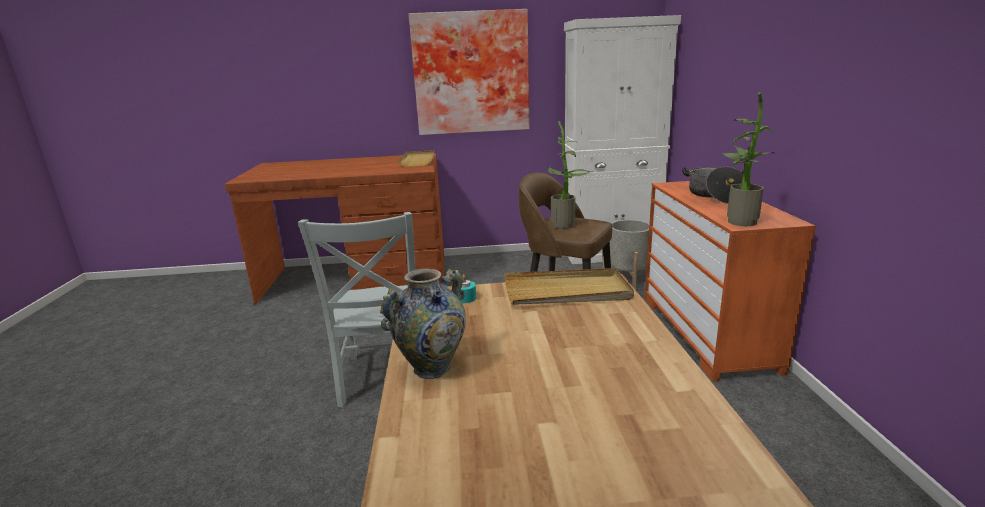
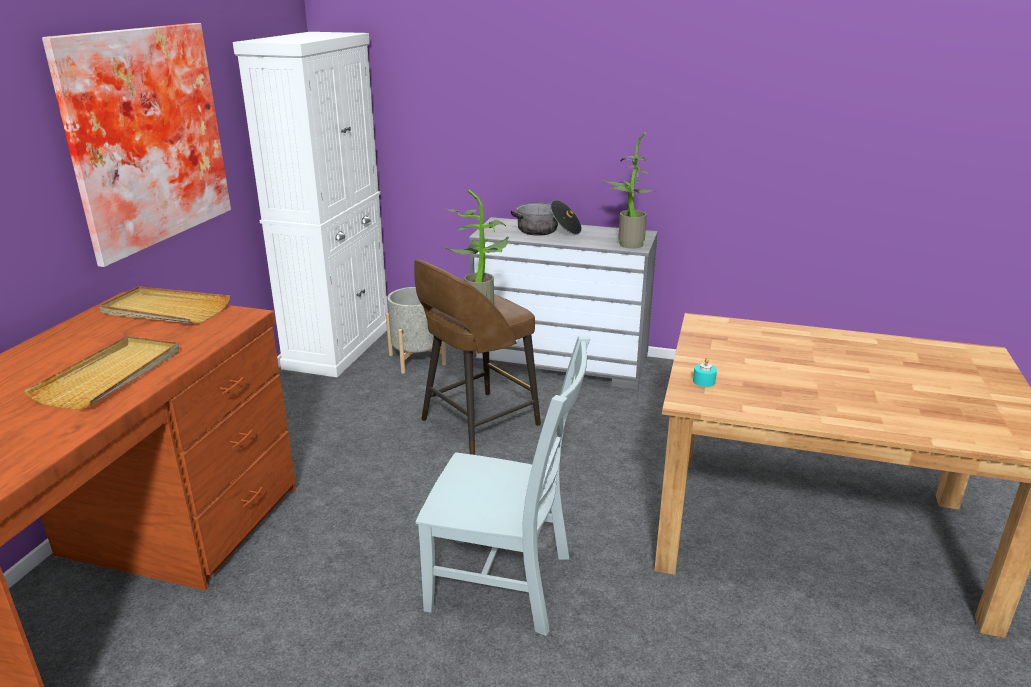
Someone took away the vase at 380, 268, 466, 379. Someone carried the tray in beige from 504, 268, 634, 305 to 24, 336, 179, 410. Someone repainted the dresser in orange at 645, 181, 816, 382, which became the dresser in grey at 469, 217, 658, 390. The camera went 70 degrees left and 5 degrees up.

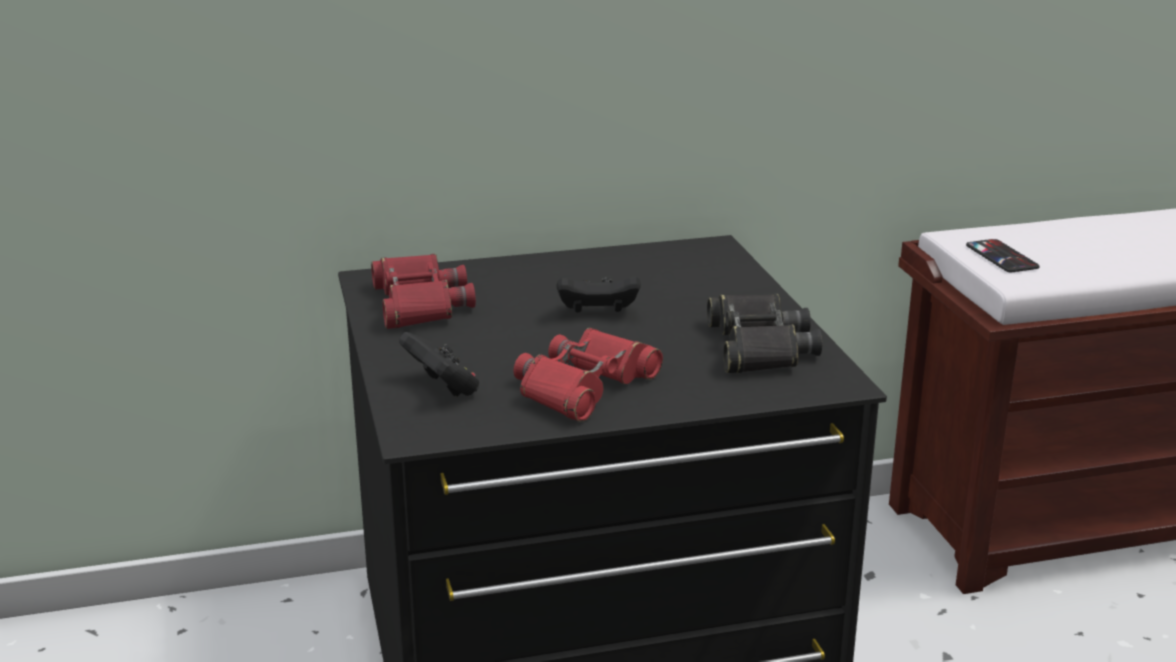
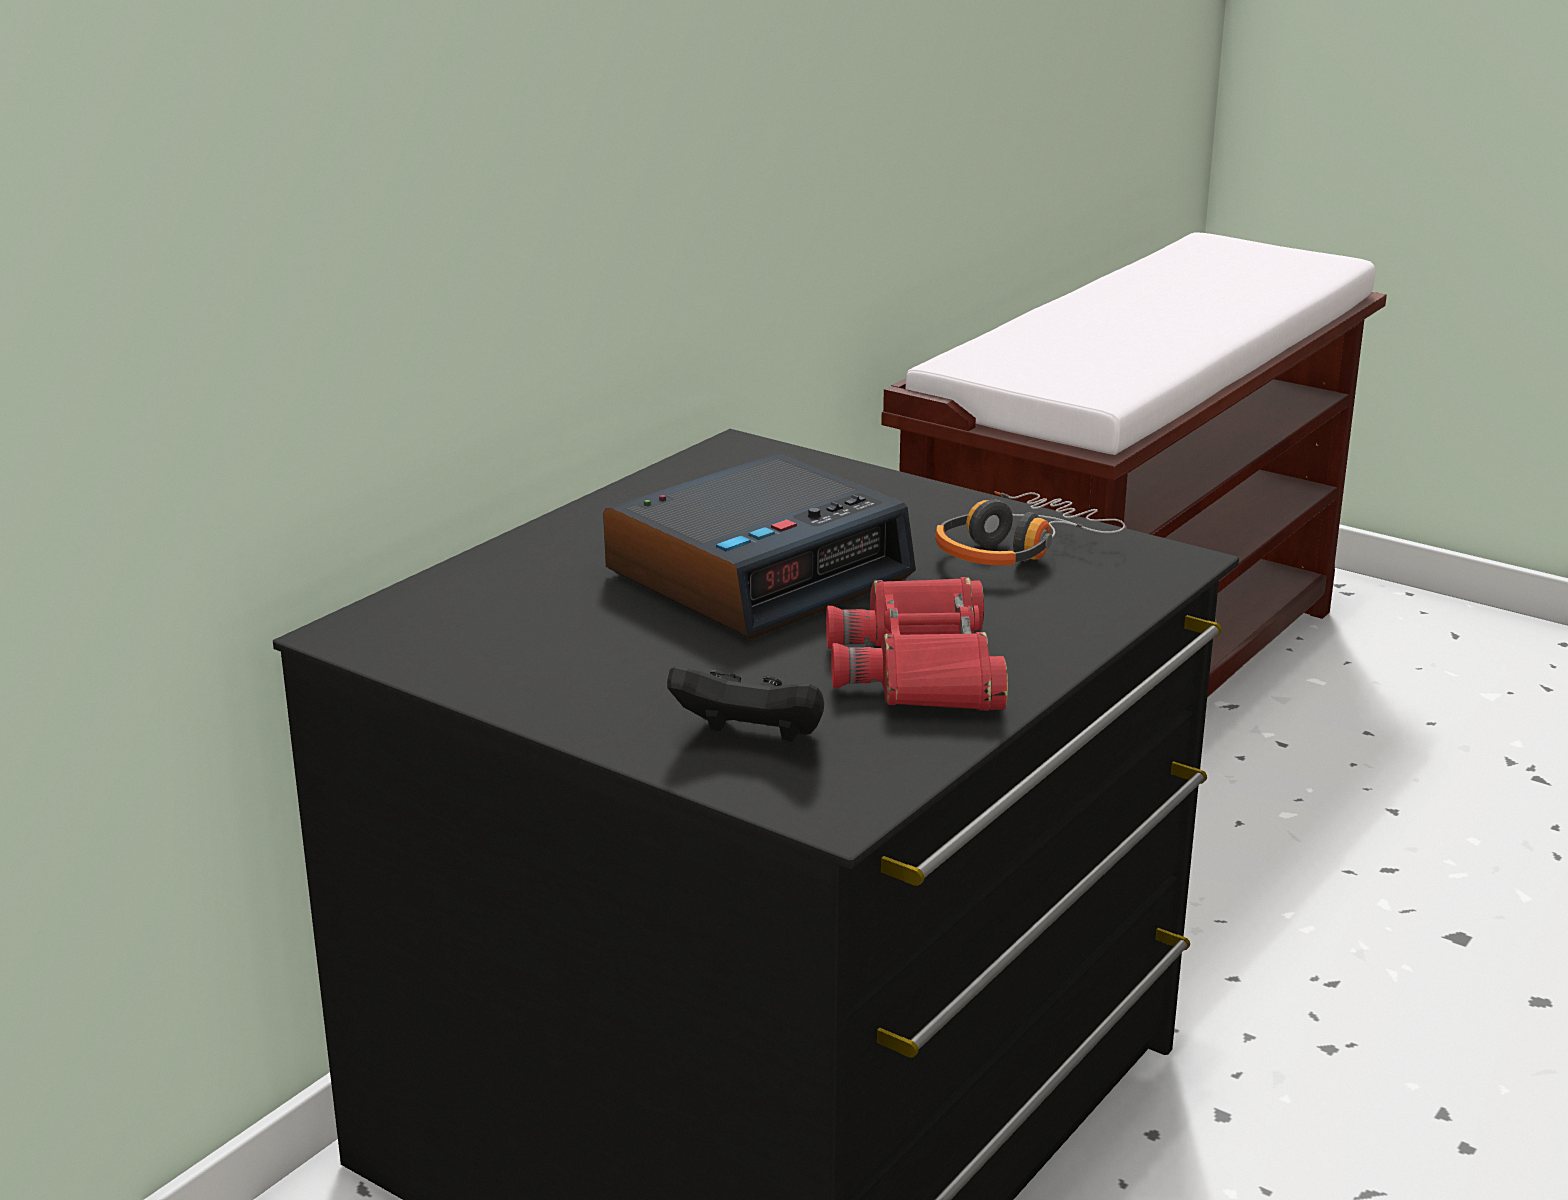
Someone took away the binoculars in red at 371, 254, 476, 329. Someone swapped the game controller in black at 557, 277, 641, 313 for the alarm clock at 603, 454, 916, 639. Someone swapped the binoculars in black at 707, 294, 822, 373 for the headphones at 935, 491, 1125, 565. Someone took away the phone at 966, 239, 1040, 272. The camera went 40 degrees left and 0 degrees up.

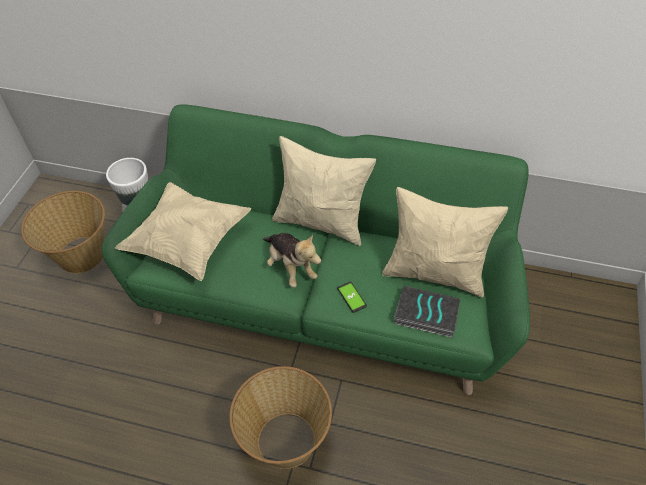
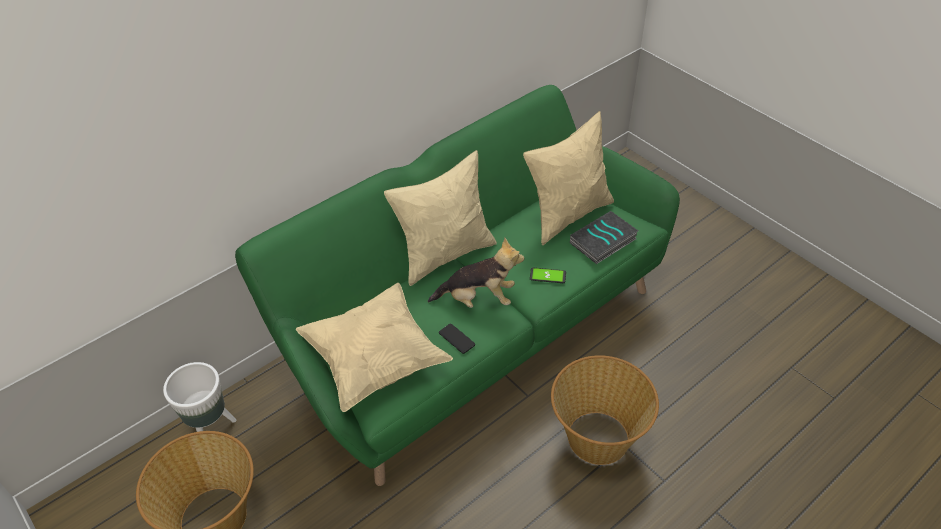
Someone put down the phone at 439, 324, 475, 354. The camera went 55 degrees left and 5 degrees down.

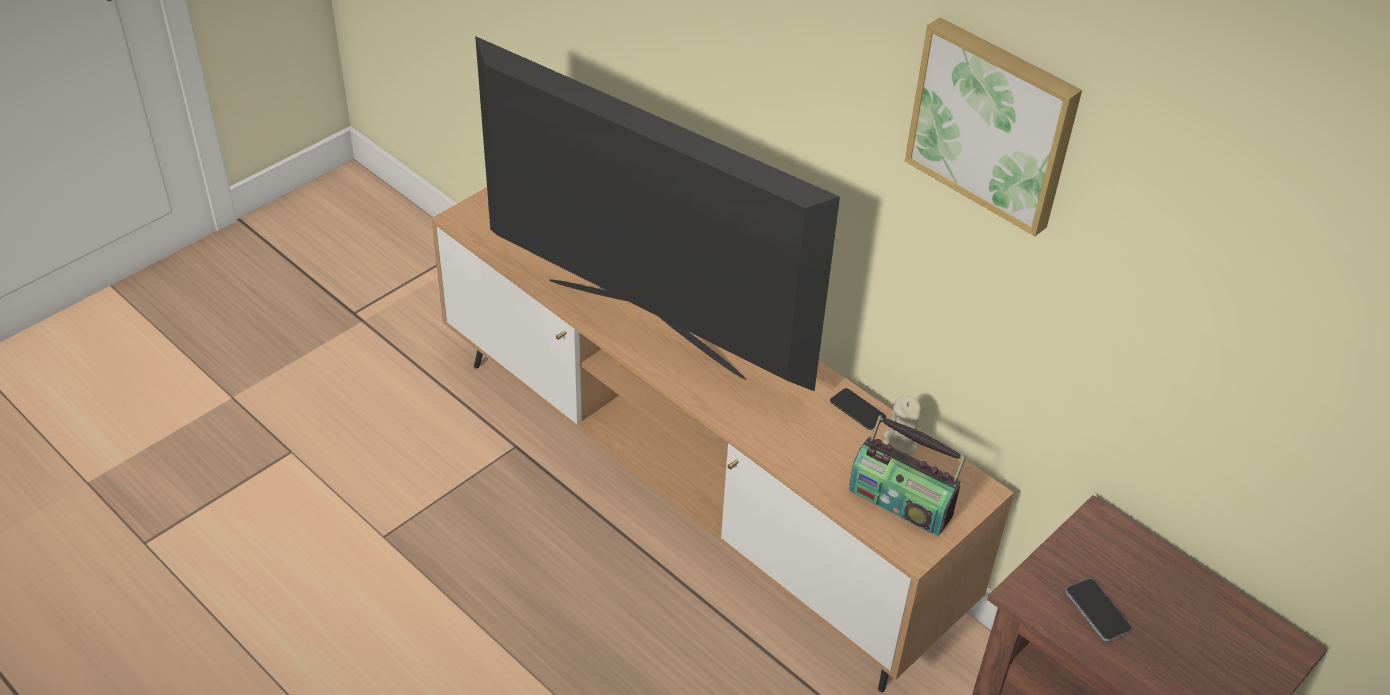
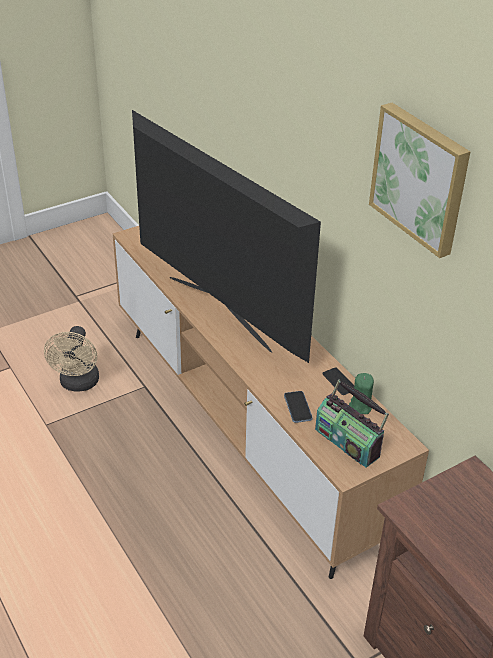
Someone repainted the candle in beige at 883, 396, 921, 454, which became the candle in green at 349, 373, 374, 414. Someone carried the phone from 1066, 578, 1132, 642 to 284, 391, 312, 423. Someone put down the fan in beige at 44, 326, 99, 392. The camera went 15 degrees right and 5 degrees down.

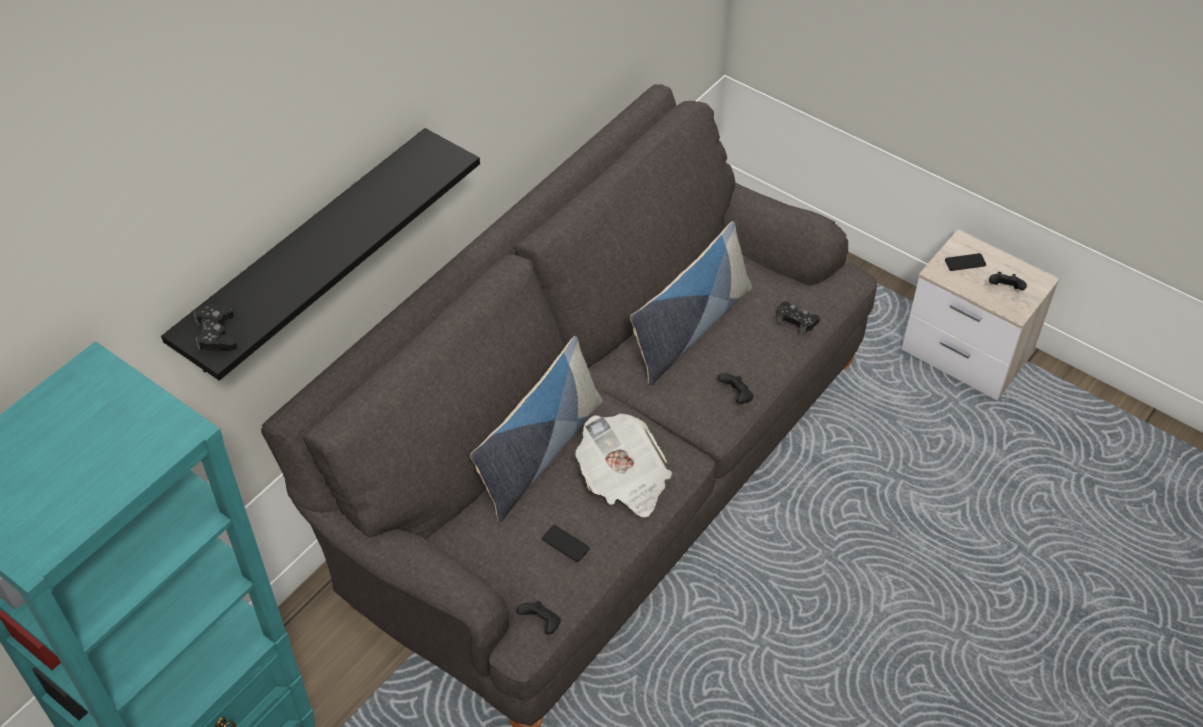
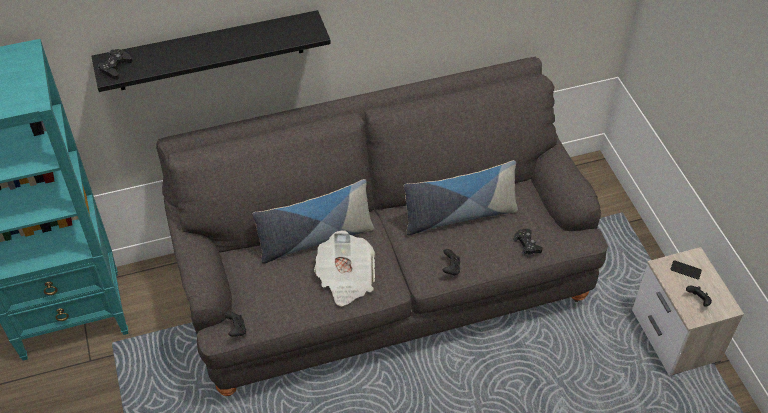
Someone took away the phone at 542, 525, 590, 562. The camera went 35 degrees right and 0 degrees up.

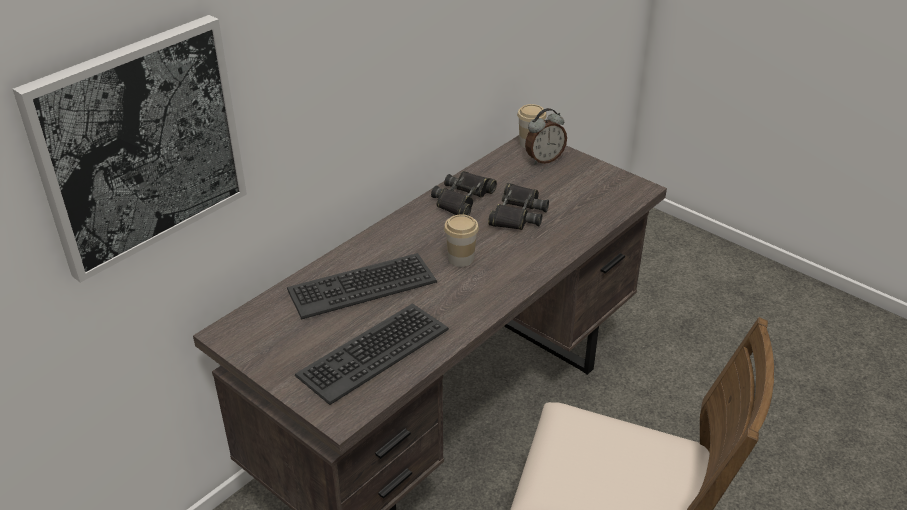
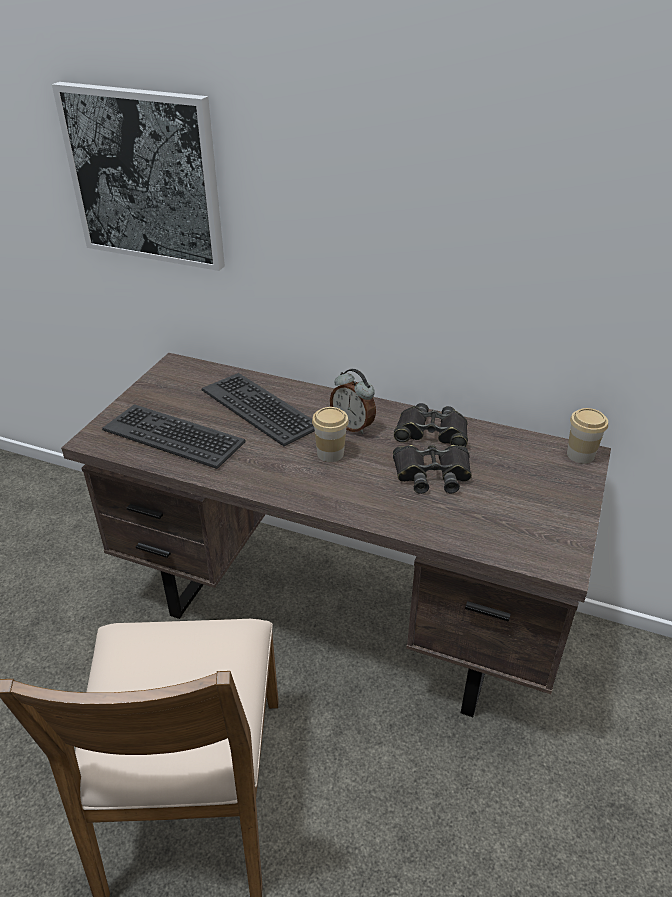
Someone carried the alarm clock from 525, 108, 567, 164 to 330, 369, 376, 434. The camera went 70 degrees right and 0 degrees up.

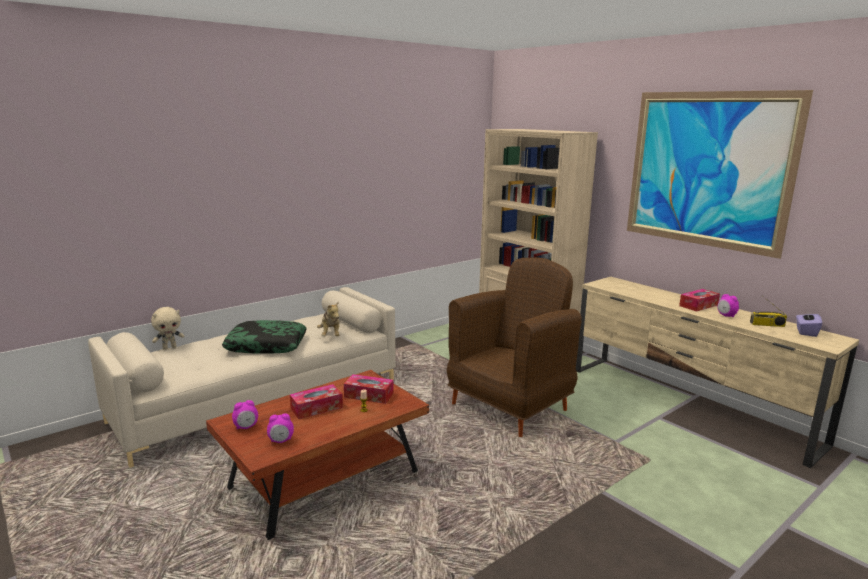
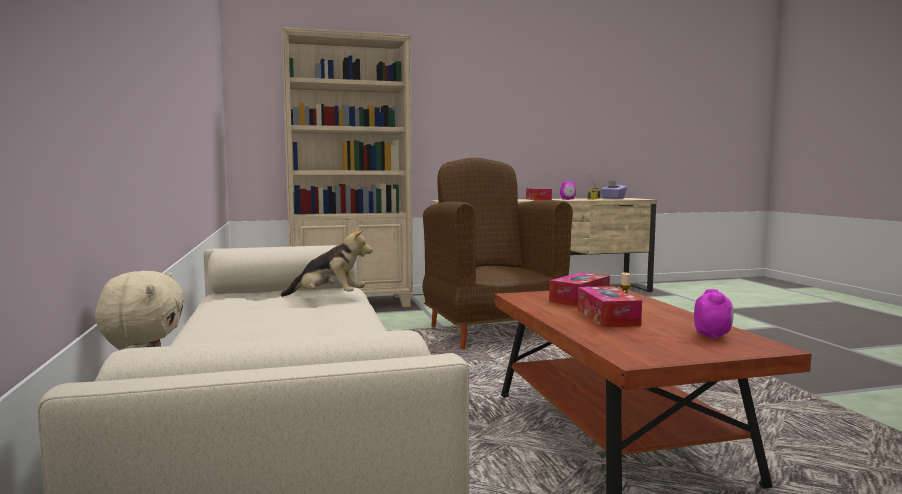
Someone took away the pillow at 222, 320, 307, 354. Someone took away the alarm clock at 232, 400, 258, 429. Someone took away the picture at 627, 90, 813, 259. The camera went 65 degrees left and 10 degrees down.

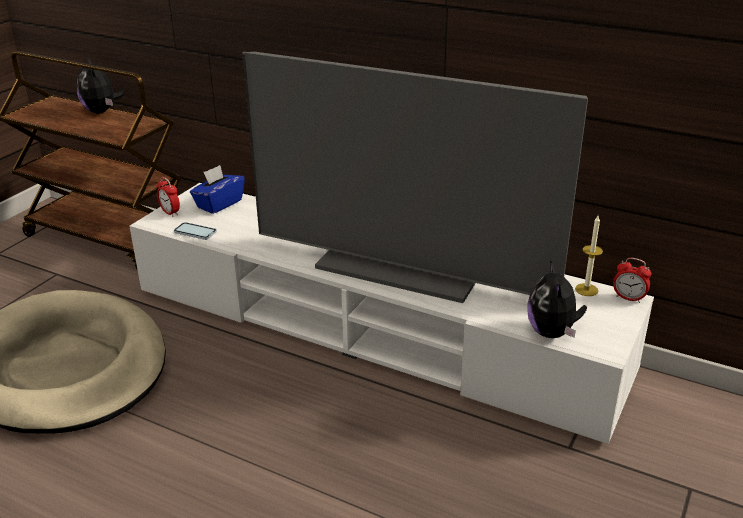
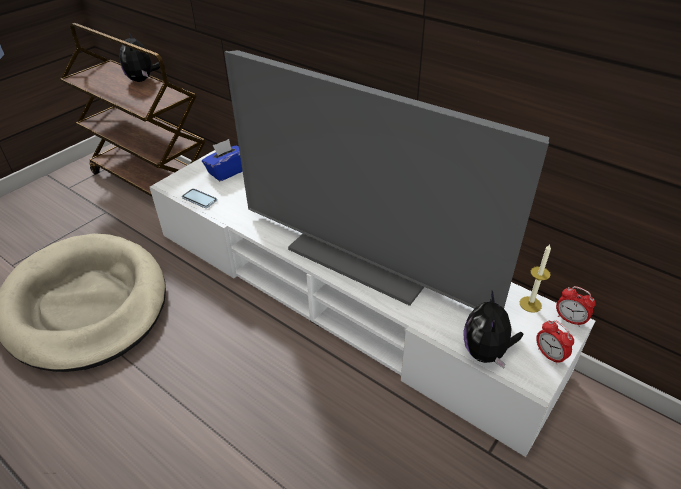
Someone carried the alarm clock from 156, 177, 180, 217 to 536, 320, 574, 365. The camera went 10 degrees right and 10 degrees up.

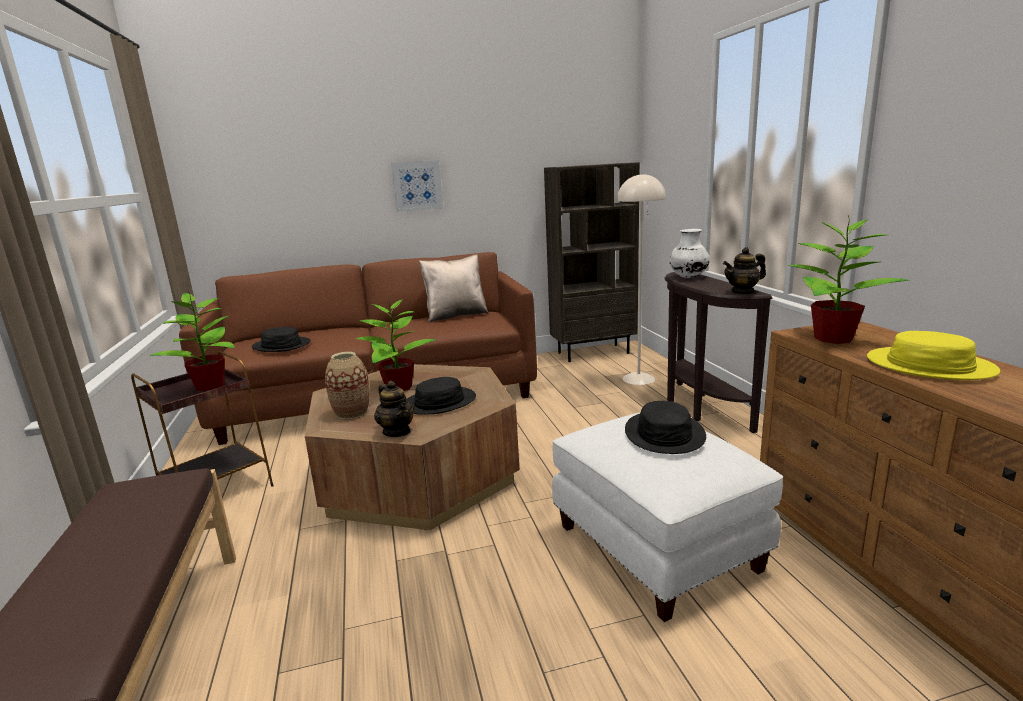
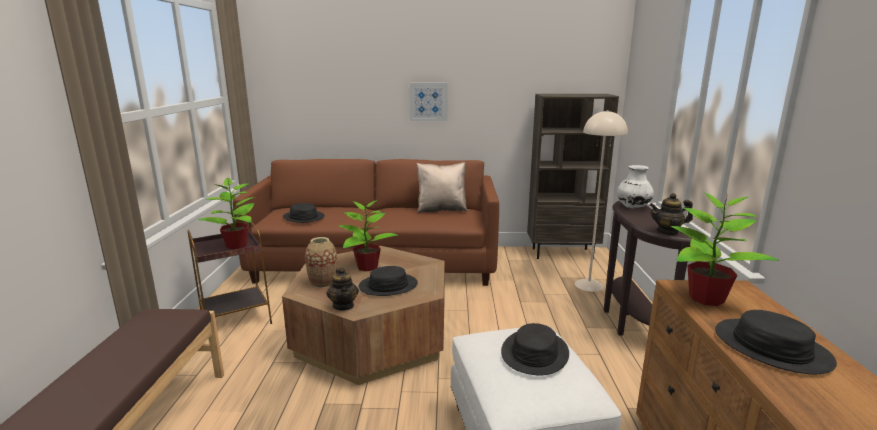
Someone repainted the hat in yellow at 867, 331, 1000, 380, which became the hat in black at 715, 310, 837, 374. The camera went 15 degrees right and 0 degrees up.

